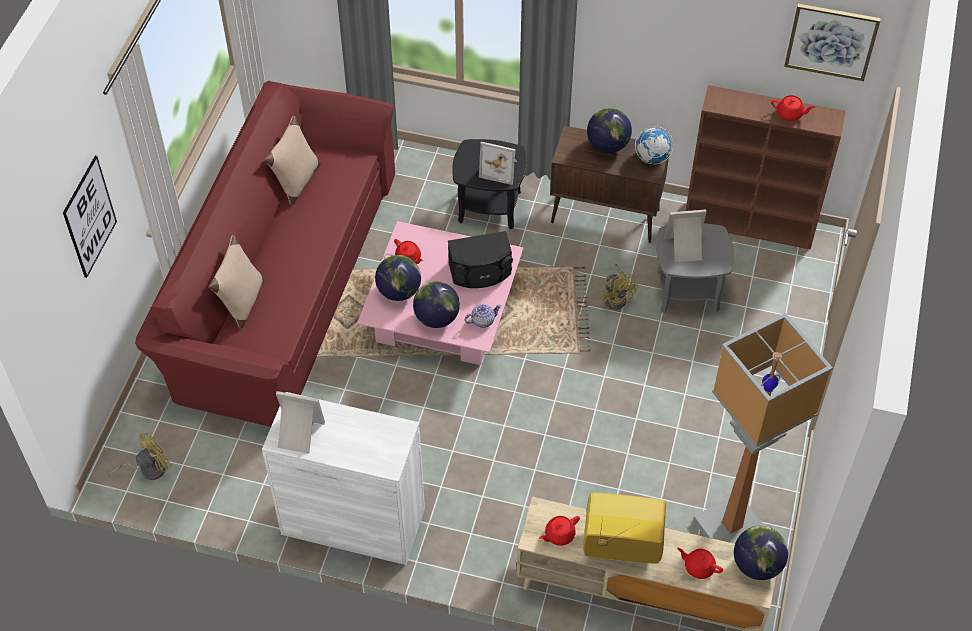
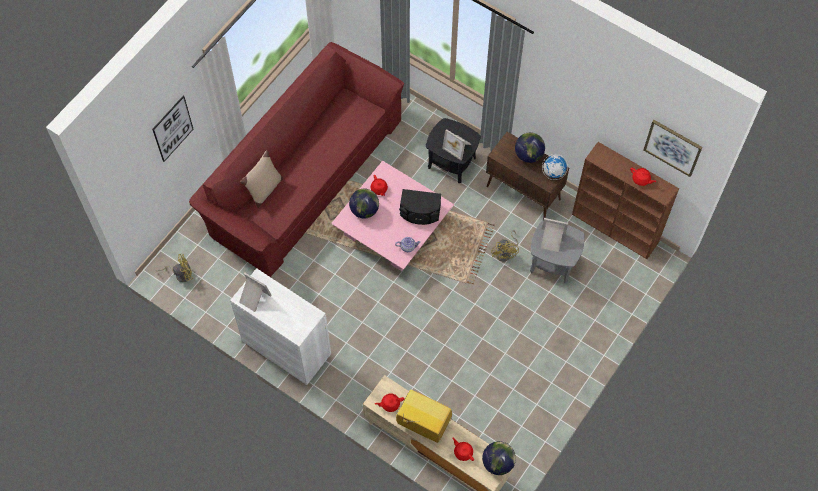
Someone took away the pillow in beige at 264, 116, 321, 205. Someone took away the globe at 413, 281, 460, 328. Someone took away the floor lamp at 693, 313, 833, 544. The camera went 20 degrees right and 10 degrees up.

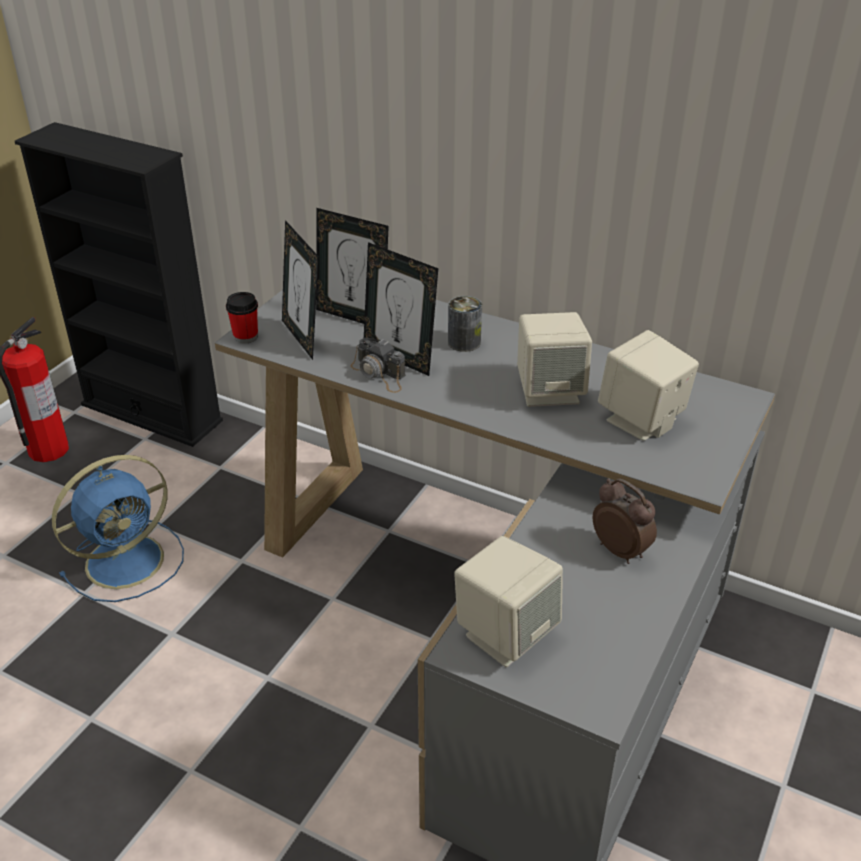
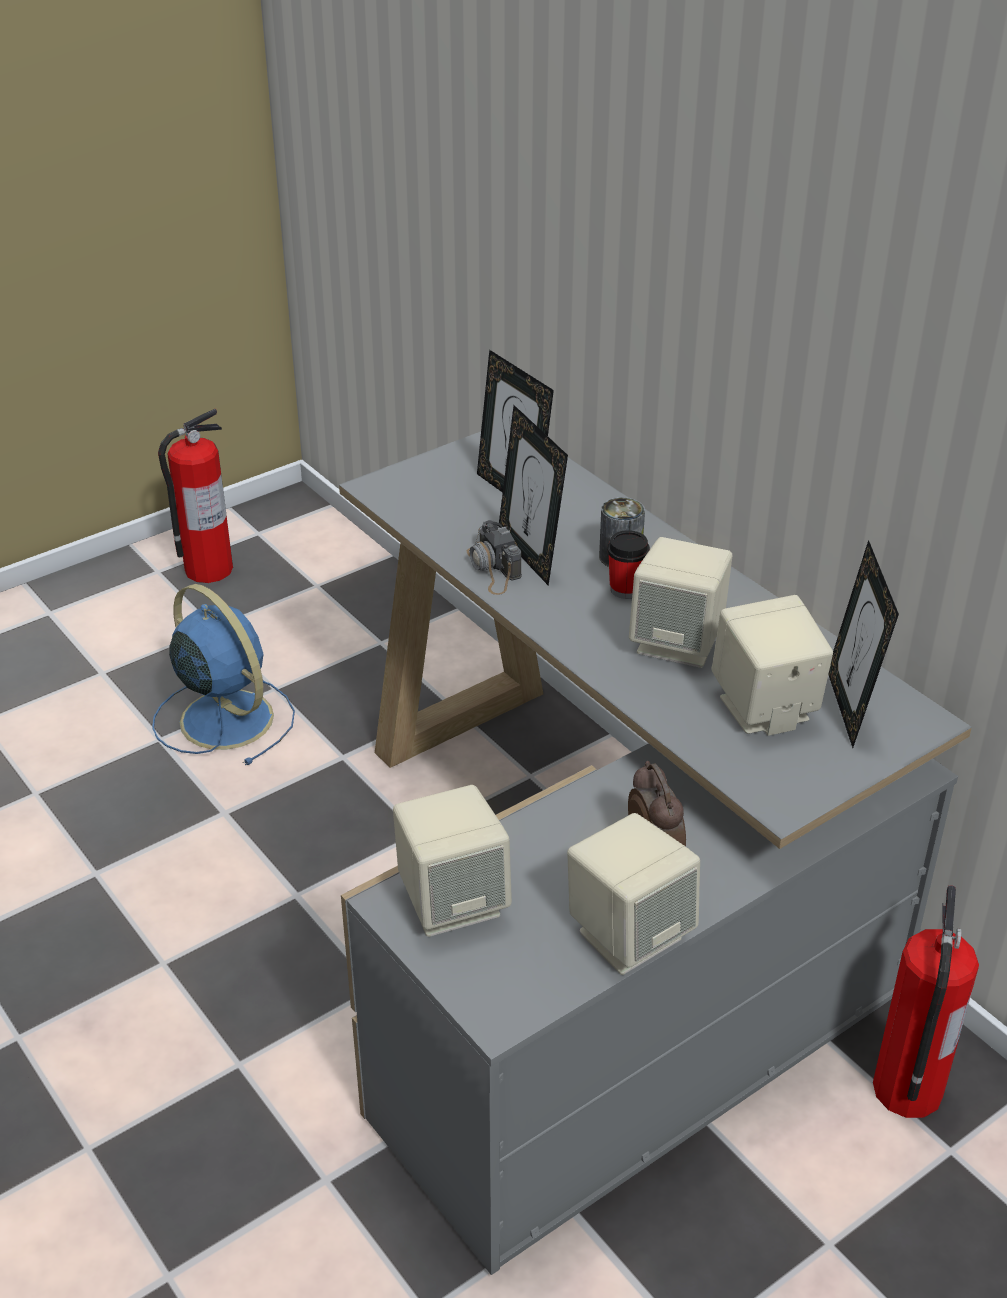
Someone took away the bookcase in black at 15, 122, 223, 447. Someone rotated the fan in blue at 52, 455, 184, 602 by 120 degrees counterclockwise. Someone carried the cup from 226, 292, 258, 343 to 607, 530, 650, 599. Someone carried the picture frame from 282, 220, 319, 360 to 828, 540, 899, 748. Someone put down the speaker in beige at 567, 813, 700, 975. Someone put down the fire extinguisher at 873, 885, 979, 1118. The camera went 25 degrees right and 0 degrees up.

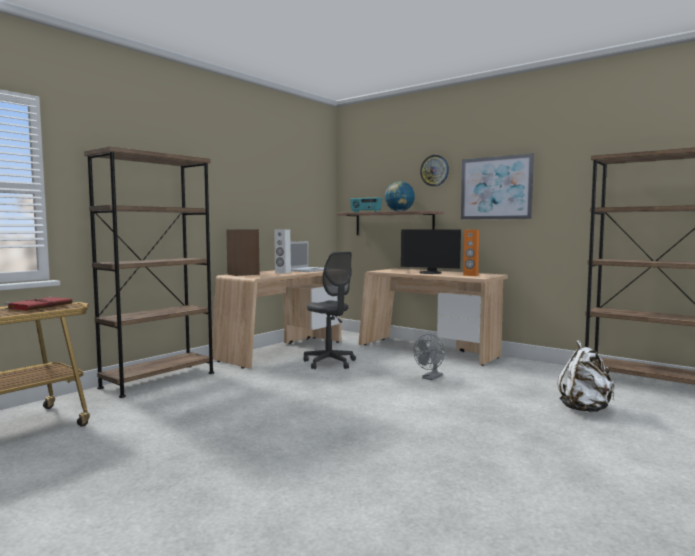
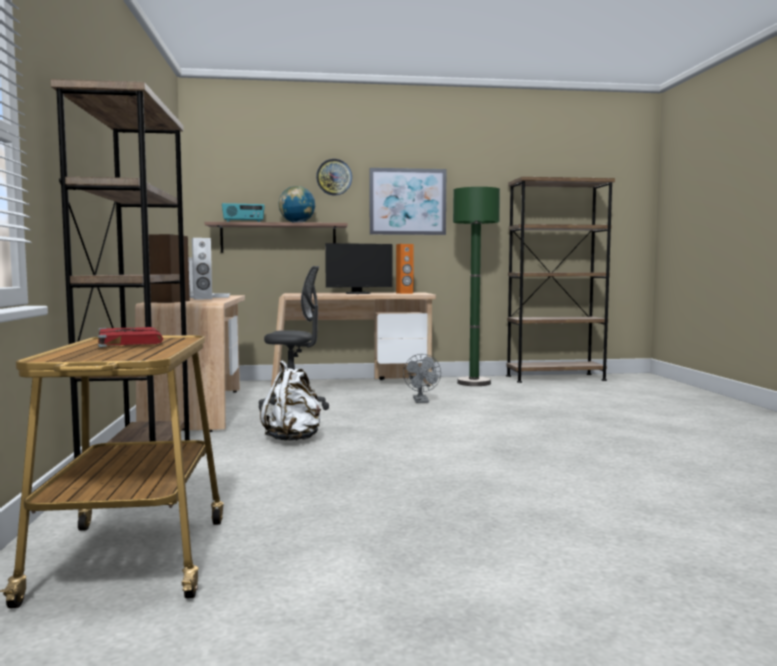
Someone carried the backpack in white from 558, 340, 615, 412 to 260, 360, 321, 441. Someone put down the floor lamp in green at 453, 187, 500, 386. The camera went 45 degrees left and 0 degrees up.

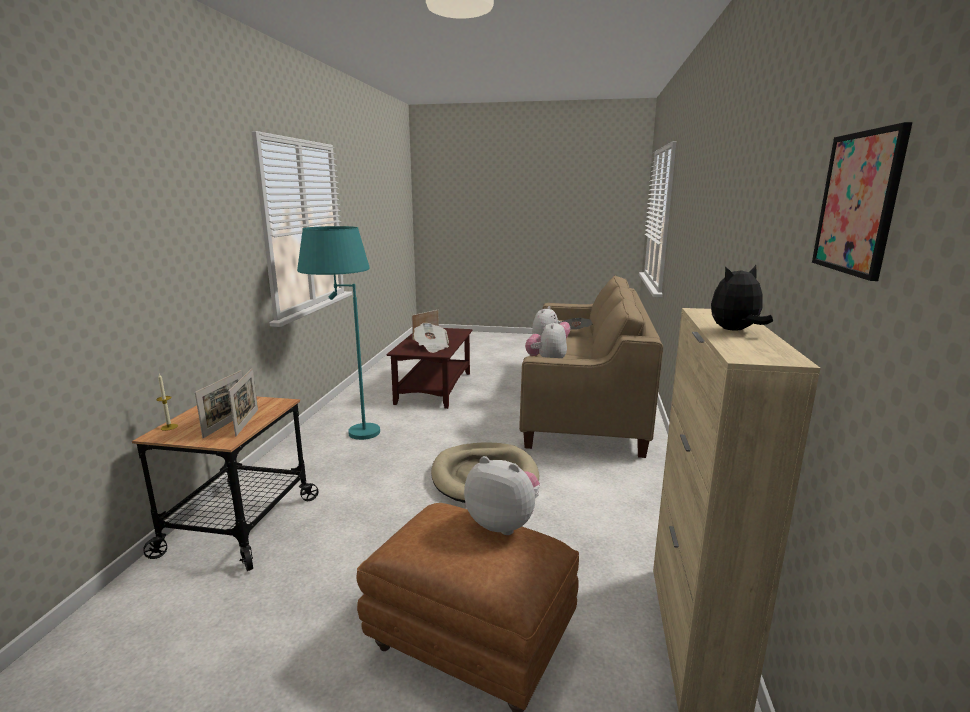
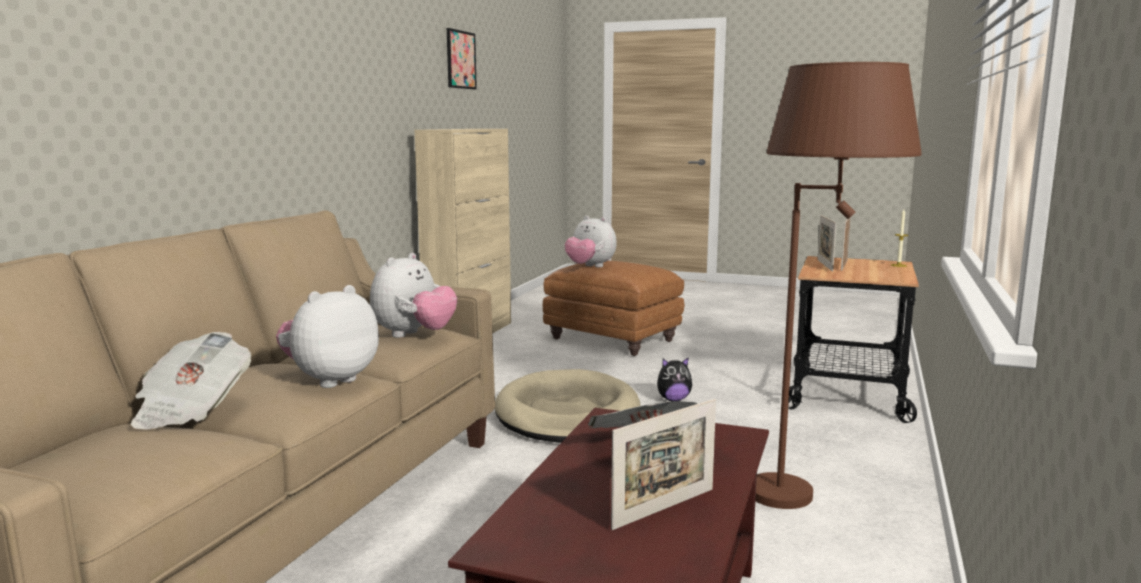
Someone repainted the floor lamp in turquoise at 297, 226, 380, 440, which became the floor lamp in brown at 755, 62, 922, 509. Someone carried the plush toy from 711, 265, 773, 330 to 657, 357, 692, 401. The camera went 170 degrees left and 5 degrees down.

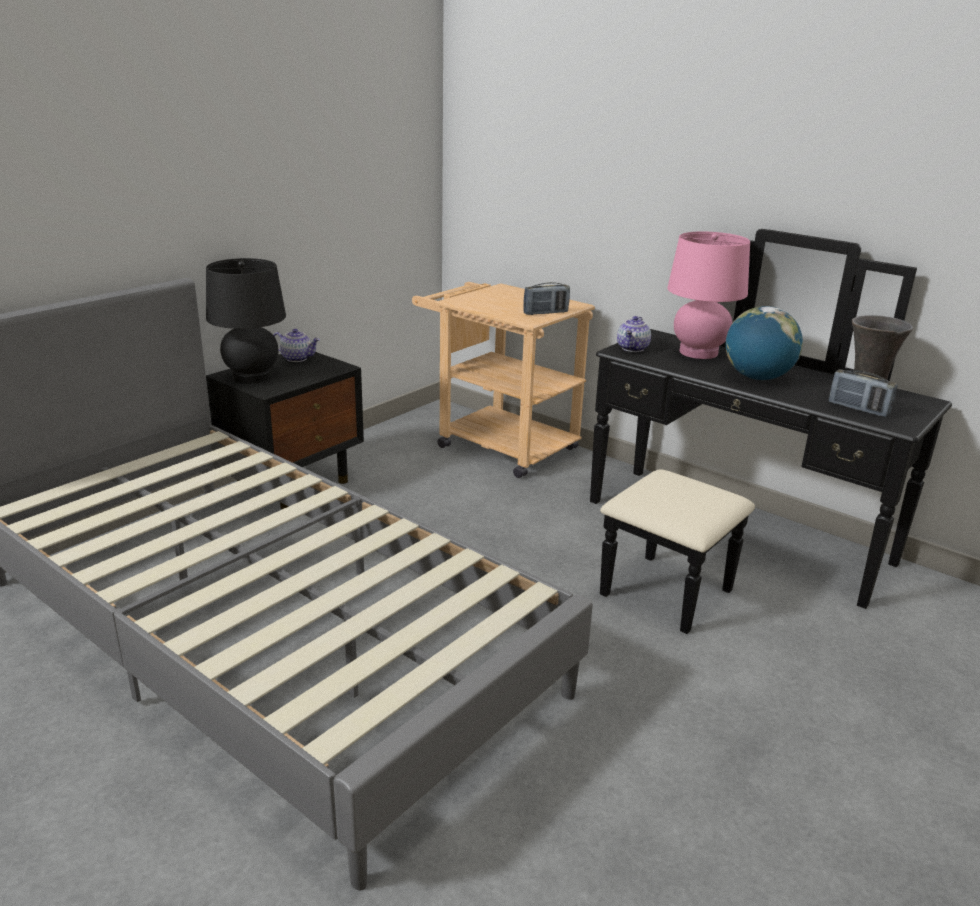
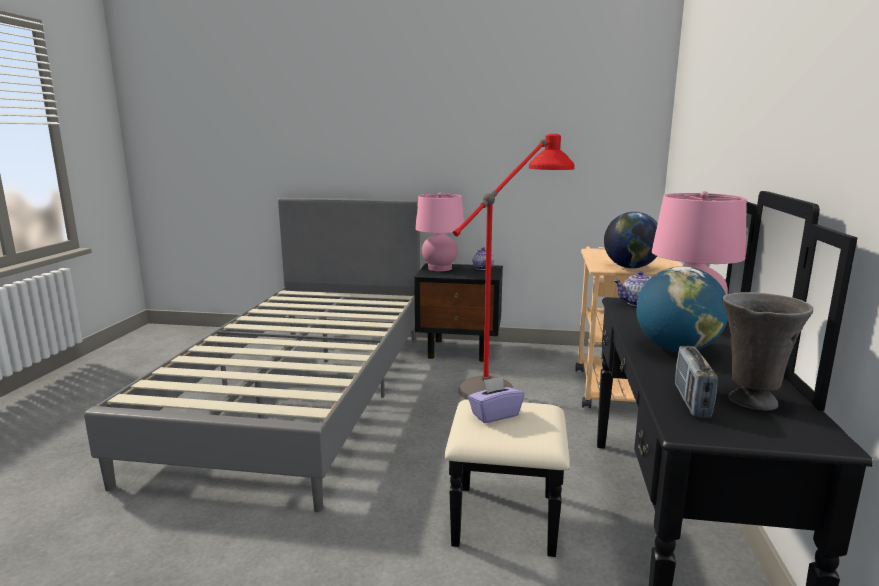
Someone repainted the table lamp in black at 206, 258, 286, 384, which became the table lamp in pink at 415, 193, 465, 271. Someone swapped the radio at 523, 282, 570, 315 for the globe at 604, 212, 658, 269. Someone put down the floor lamp in red at 453, 134, 575, 399. Someone put down the tissue box in purple at 468, 376, 524, 423. The camera went 60 degrees right and 10 degrees down.

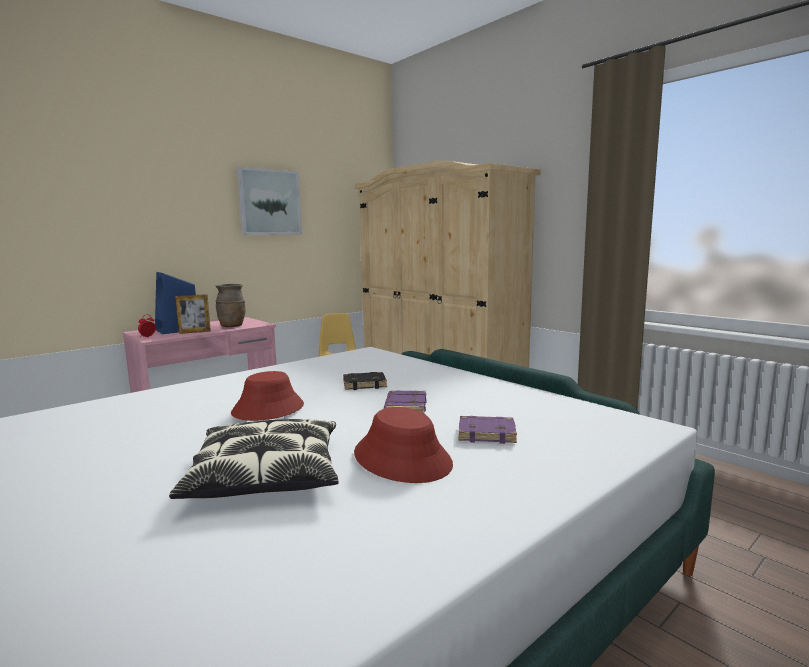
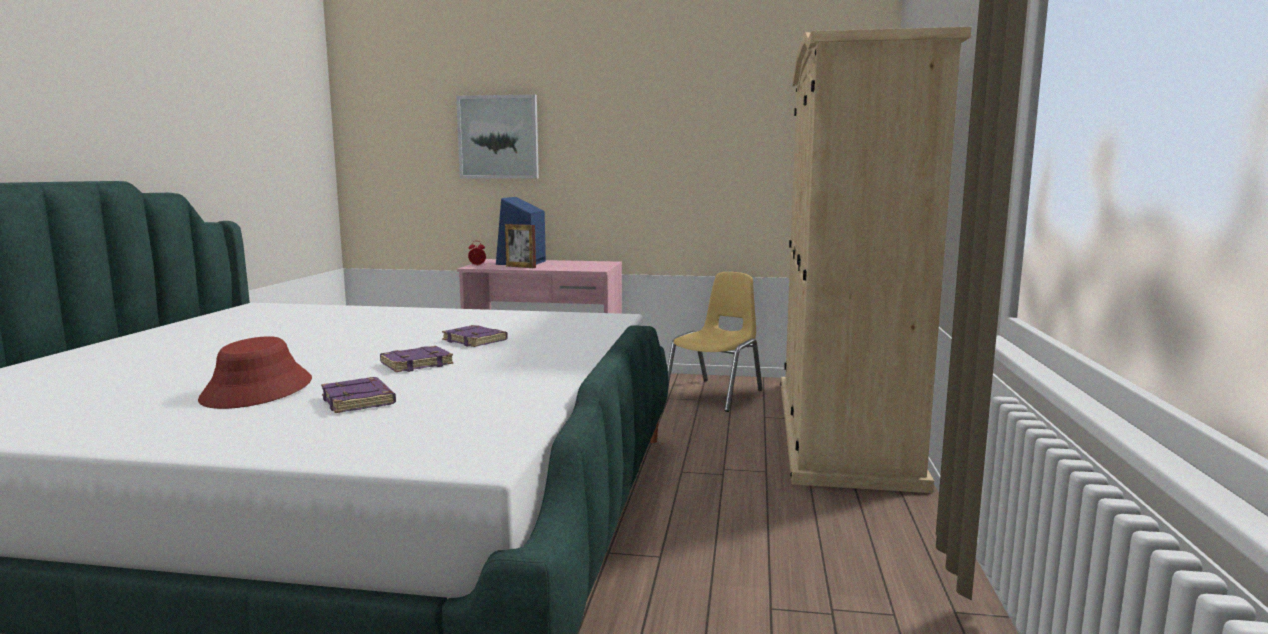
Someone took away the pillow at 169, 419, 339, 499. Someone took away the vase in brown at 215, 284, 245, 327. Someone took away the hat in red at 231, 371, 304, 421. Someone carried the picture from 237, 167, 302, 235 to 456, 94, 539, 179. Someone repainted the book in black at 343, 372, 387, 390, which became the book in purple at 442, 325, 508, 347. The camera went 50 degrees right and 0 degrees up.

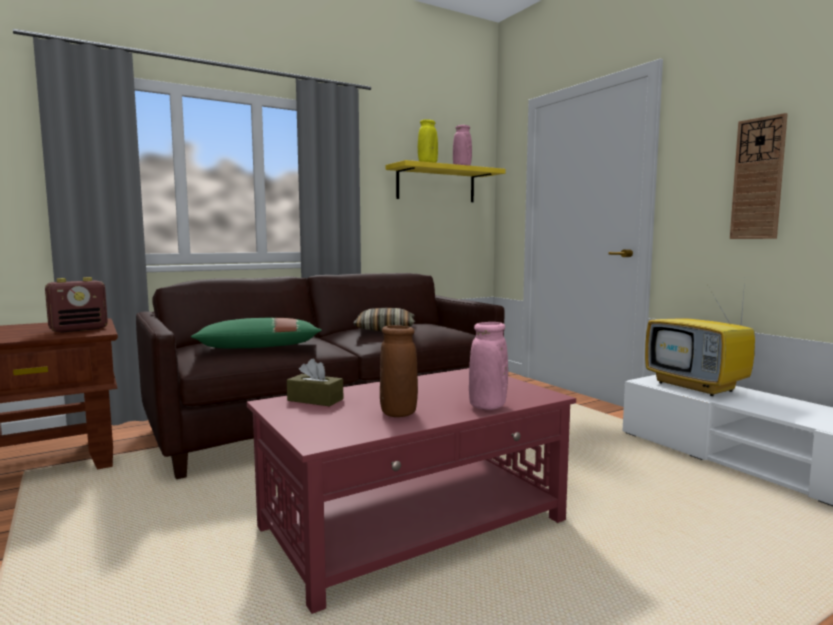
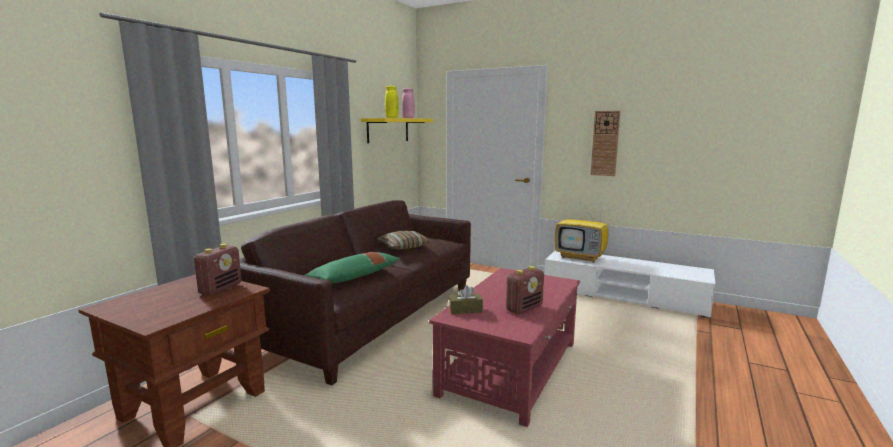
Someone swapped the vase in brown at 380, 325, 418, 417 for the radio at 506, 266, 544, 314. Someone took away the vase in pink at 469, 322, 508, 410. The camera went 30 degrees left and 5 degrees up.

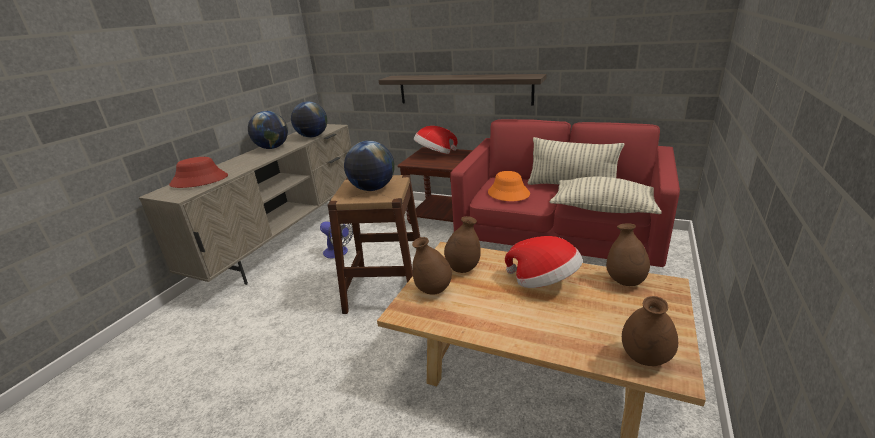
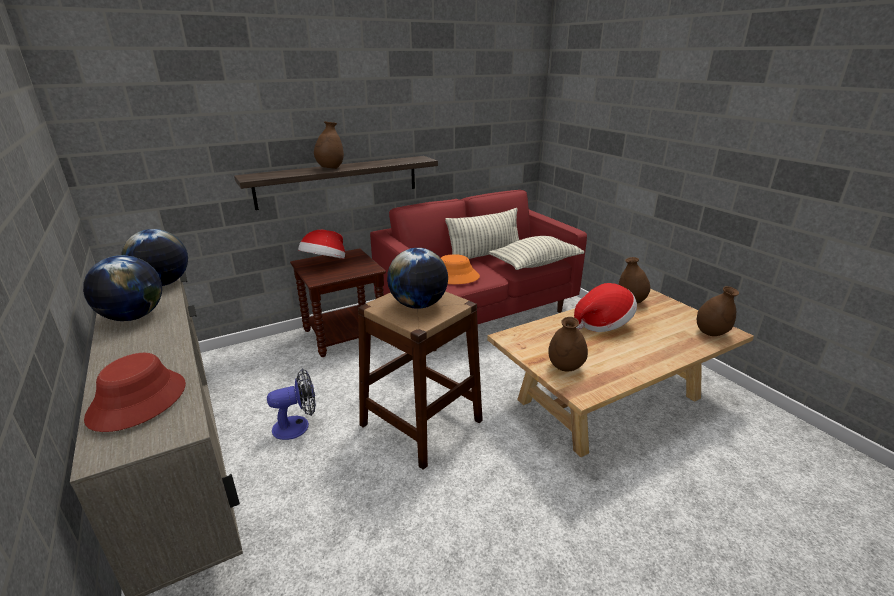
Someone carried the vase in brown from 444, 216, 481, 273 to 314, 122, 344, 169. The camera went 55 degrees left and 0 degrees up.

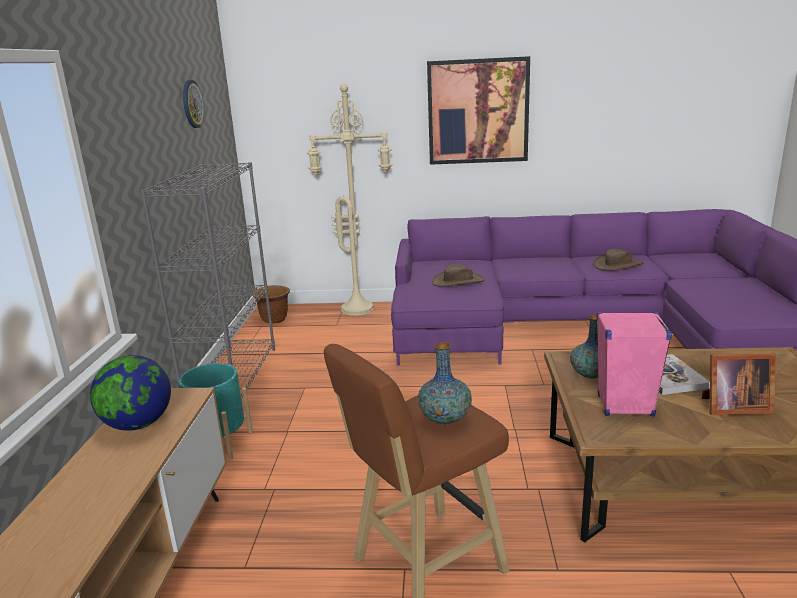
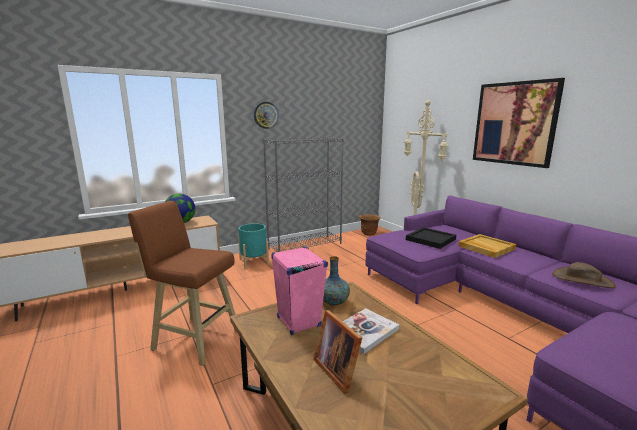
Someone carried the wall clock from 183, 80, 204, 128 to 254, 102, 279, 129. Someone took away the vase at 418, 342, 472, 424. Someone swapped the hat in brown at 432, 264, 485, 287 for the tray in black at 406, 227, 456, 249. Someone put down the tray in beige at 458, 234, 516, 258. The camera went 55 degrees right and 5 degrees down.

